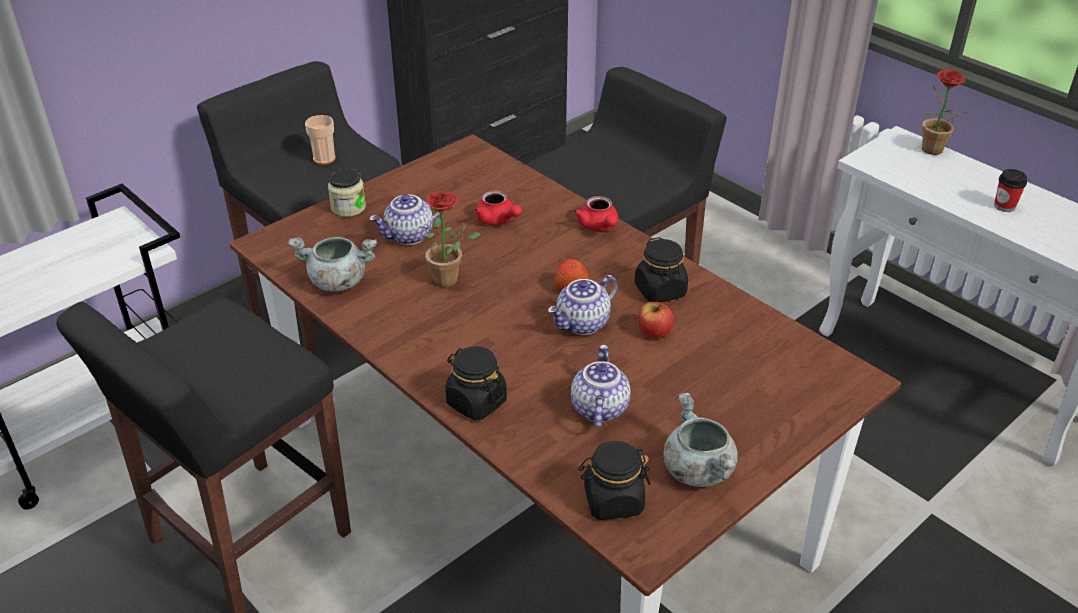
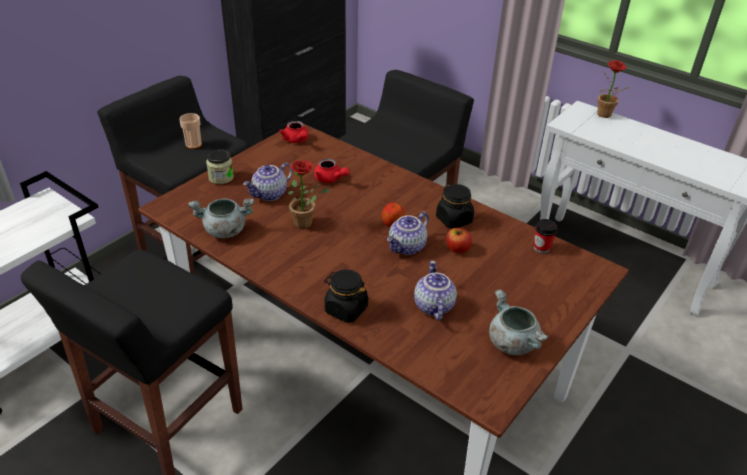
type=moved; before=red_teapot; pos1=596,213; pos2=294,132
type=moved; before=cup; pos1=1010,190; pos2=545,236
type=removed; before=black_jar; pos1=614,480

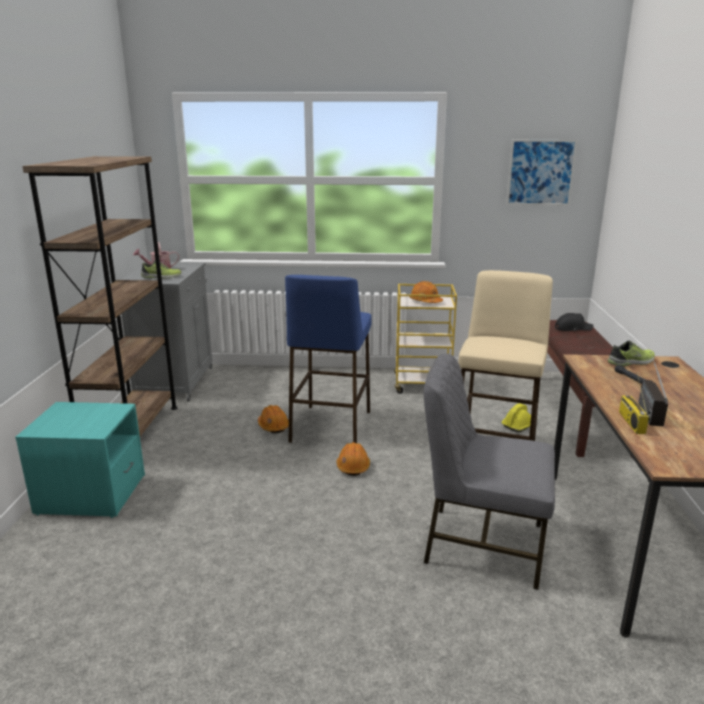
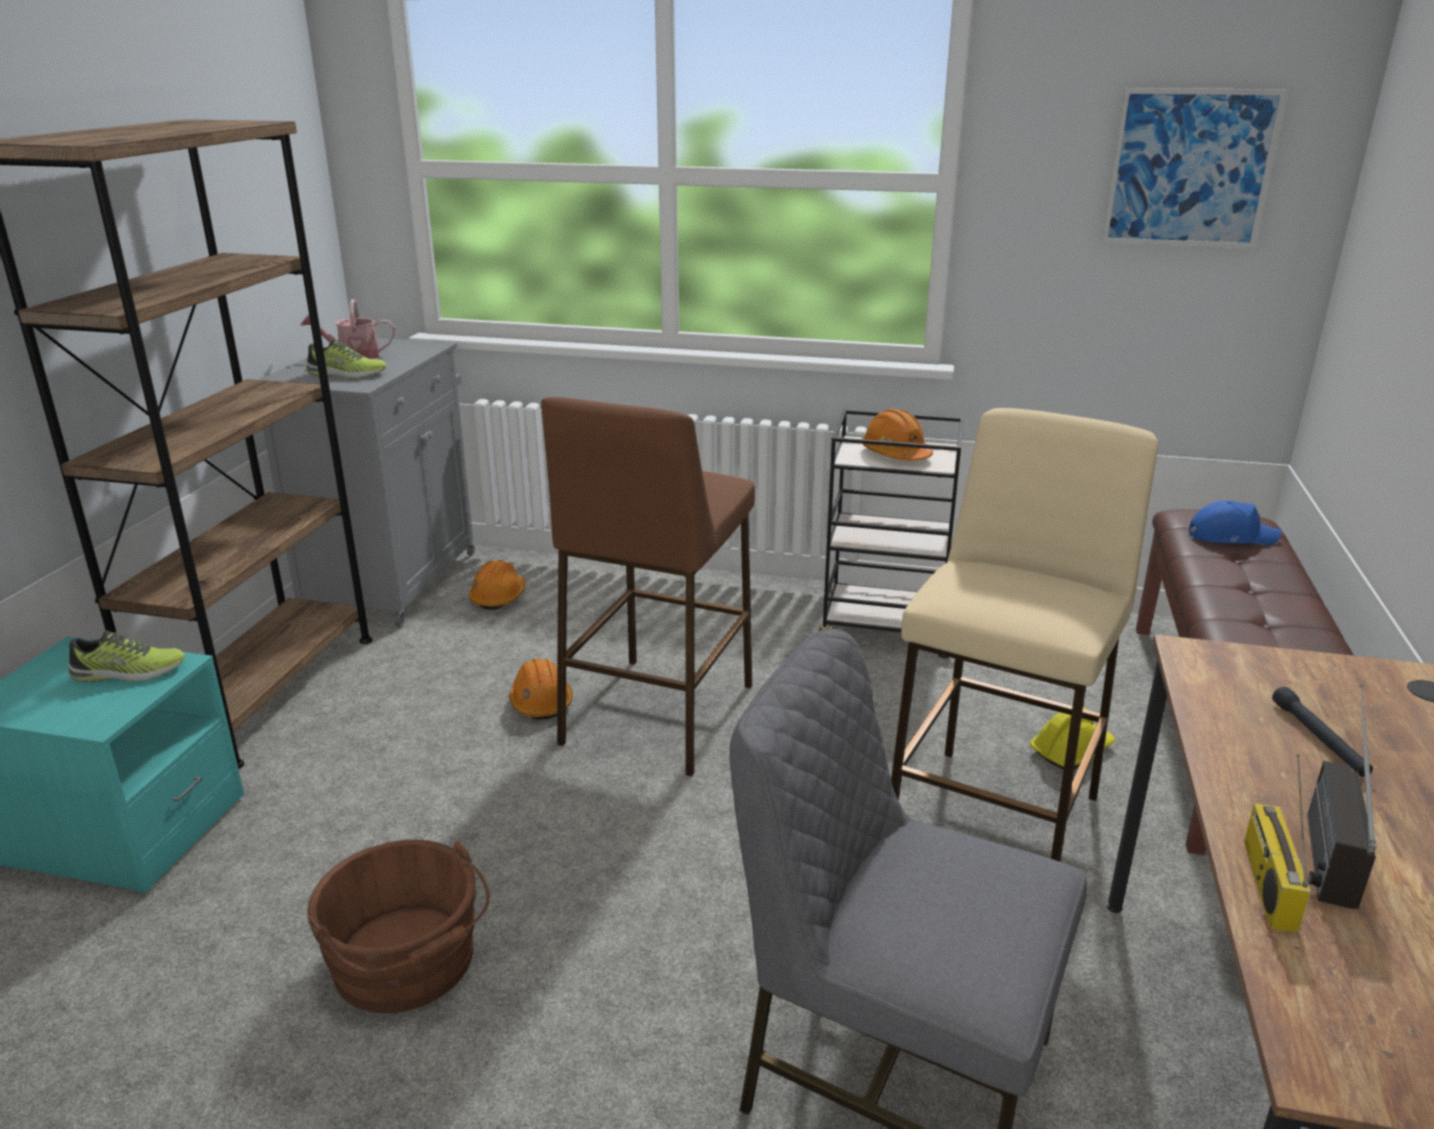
type=moved; before=shoe; pos1=631,353; pos2=126,656
type=added; after=brown_bucket; pos2=398,926
type=moved; before=orange_hard_hat; pos1=353,459; pos2=497,585
type=recoloured; before=blue_stool; after=brown_stool; pos1=328,359; pos2=648,587
type=recoloured; before=yellow_cart; after=black_cart; pos1=425,339; pos2=891,534
type=recoloured; before=black_cap; after=blue_cap; pos1=574,322; pos2=1235,522

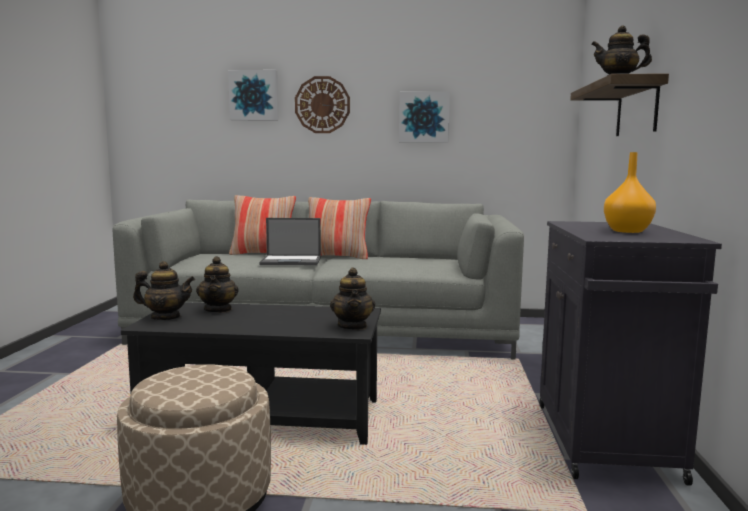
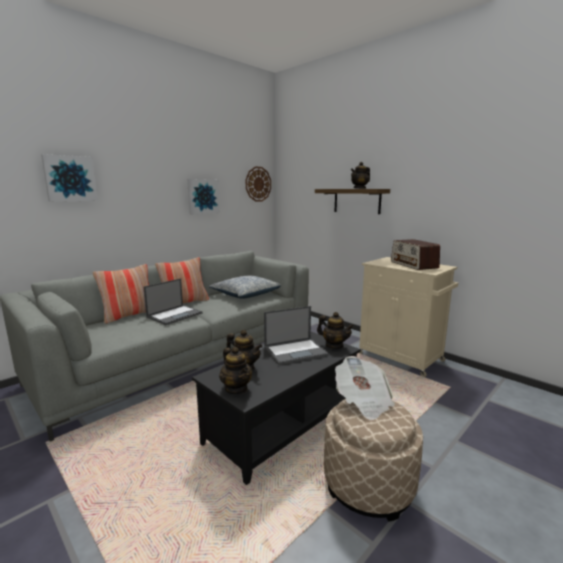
type=added; after=pillow; pos2=245,287
type=turned; before=teapot; pos1=164,290; pos2=235,371; turn=105
type=moved; before=wall_clock; pos1=322,104; pos2=258,184
type=added; after=laptop; pos2=296,335
type=added; after=newspaper; pos2=365,388
type=recoloured; before=black_cabinet; after=beige_cabinet; pos1=630,353; pos2=408,317
type=replaced; before=orange_vase; after=radio; pos1=630,192; pos2=415,254

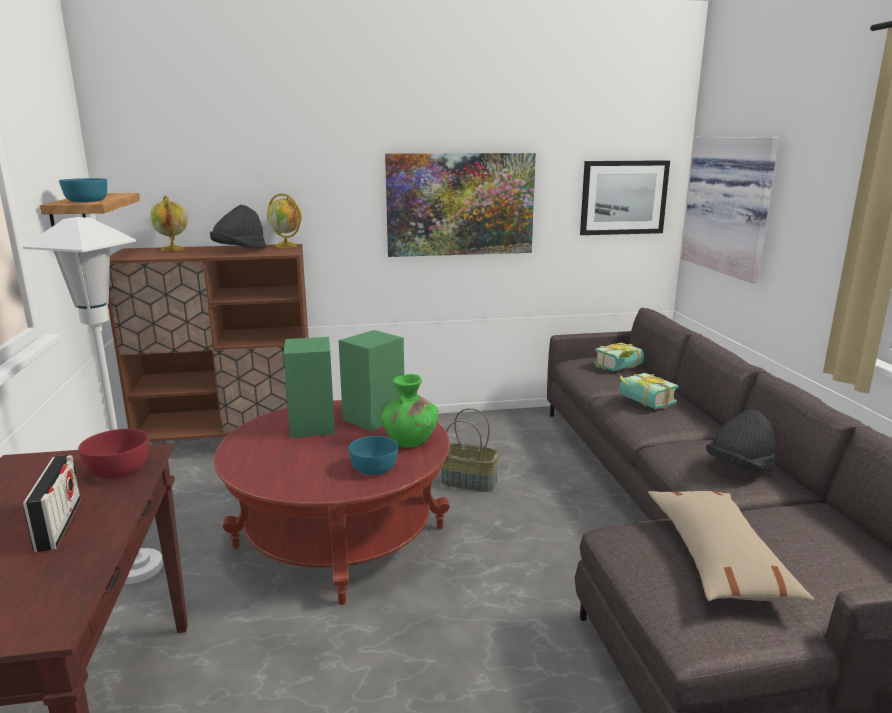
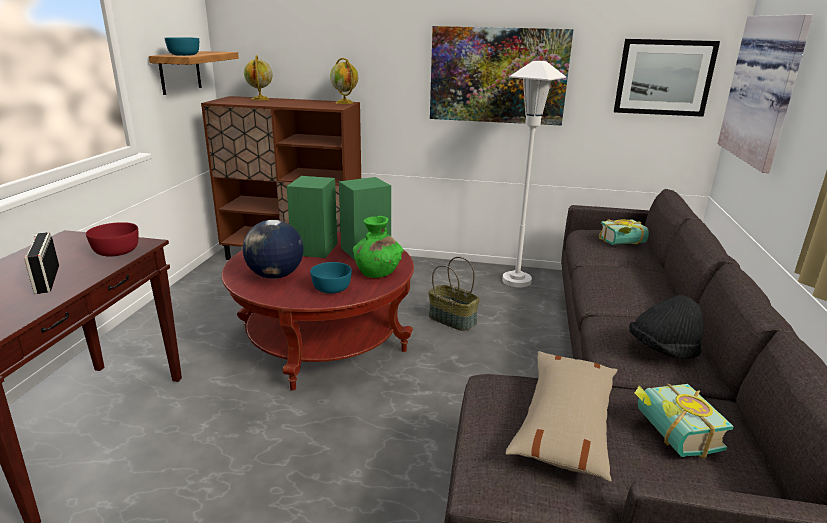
type=turned; before=radio; pos1=52,503; pos2=41,263; turn=150
type=added; after=globe; pos2=273,249
type=moved; before=white_floor_lamp; pos1=93,400; pos2=534,174
type=moved; before=book; pos1=649,391; pos2=684,421
type=removed; before=black_hat; pos1=238,227

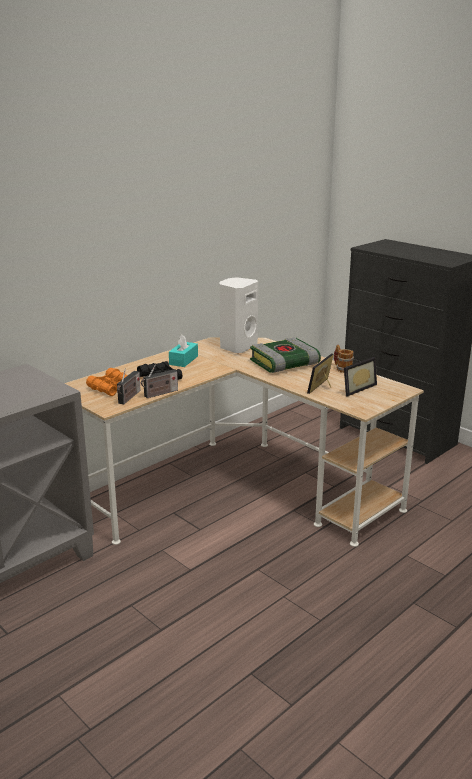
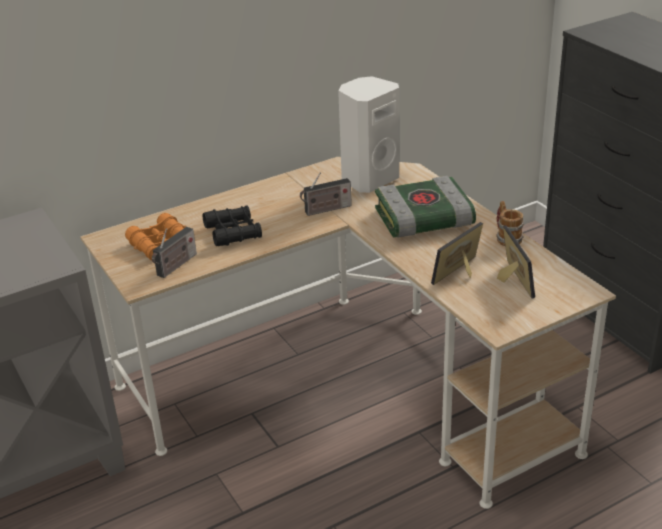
type=moved; before=radio; pos1=159,381; pos2=326,194
type=turned; before=picture_frame; pos1=360,377; pos2=516,262; turn=-75
type=removed; before=turquoise_tissue_box; pos1=183,351

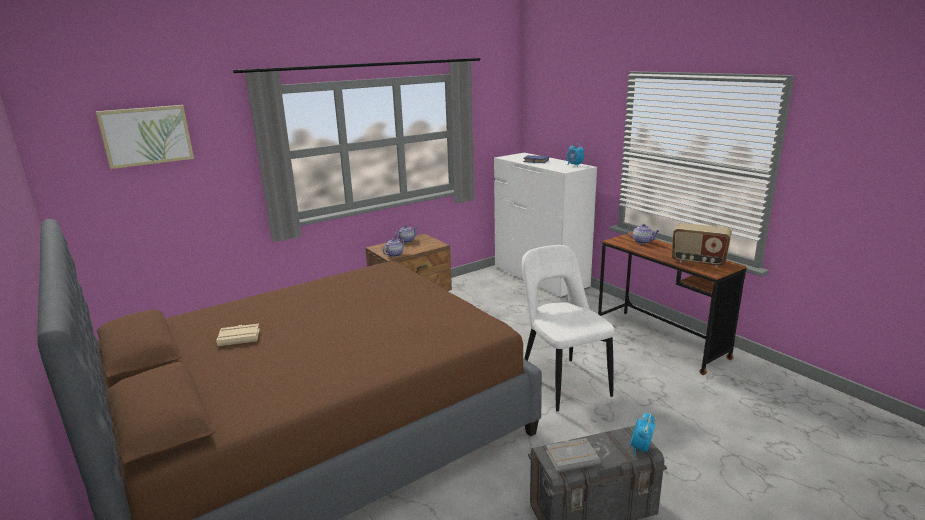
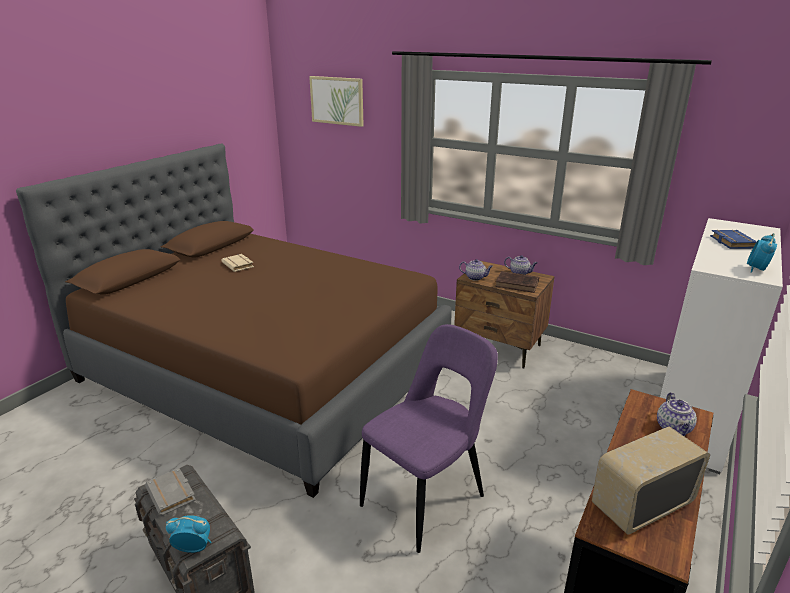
type=recoloured; before=white_chair; after=purple_chair; pos1=568,328; pos2=429,438
type=added; after=brown_book; pos2=517,282
type=turned; before=radio; pos1=702,245; pos2=651,480; turn=60

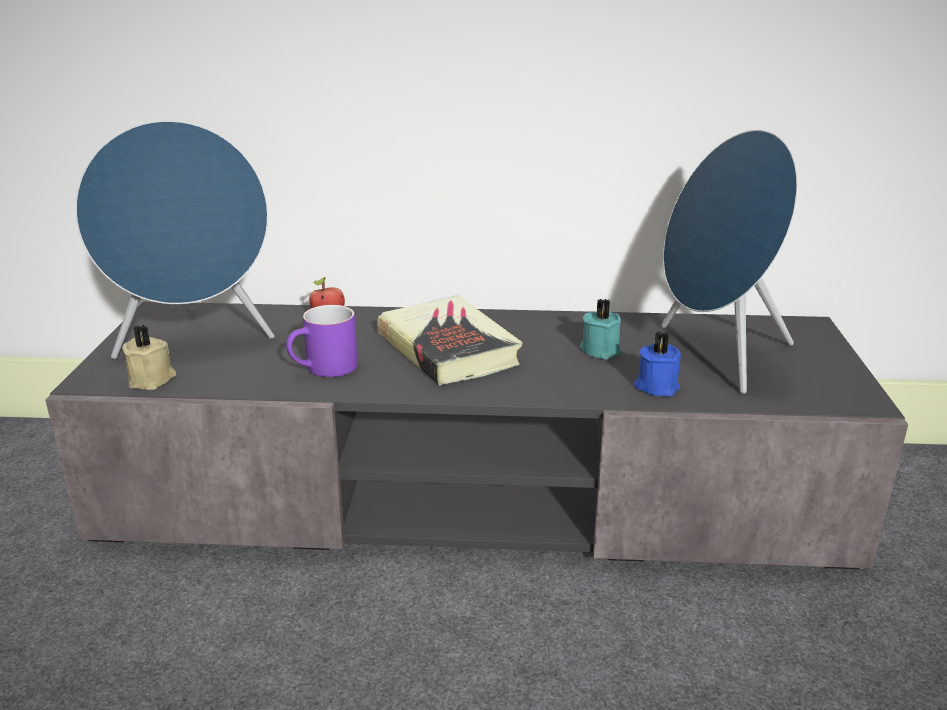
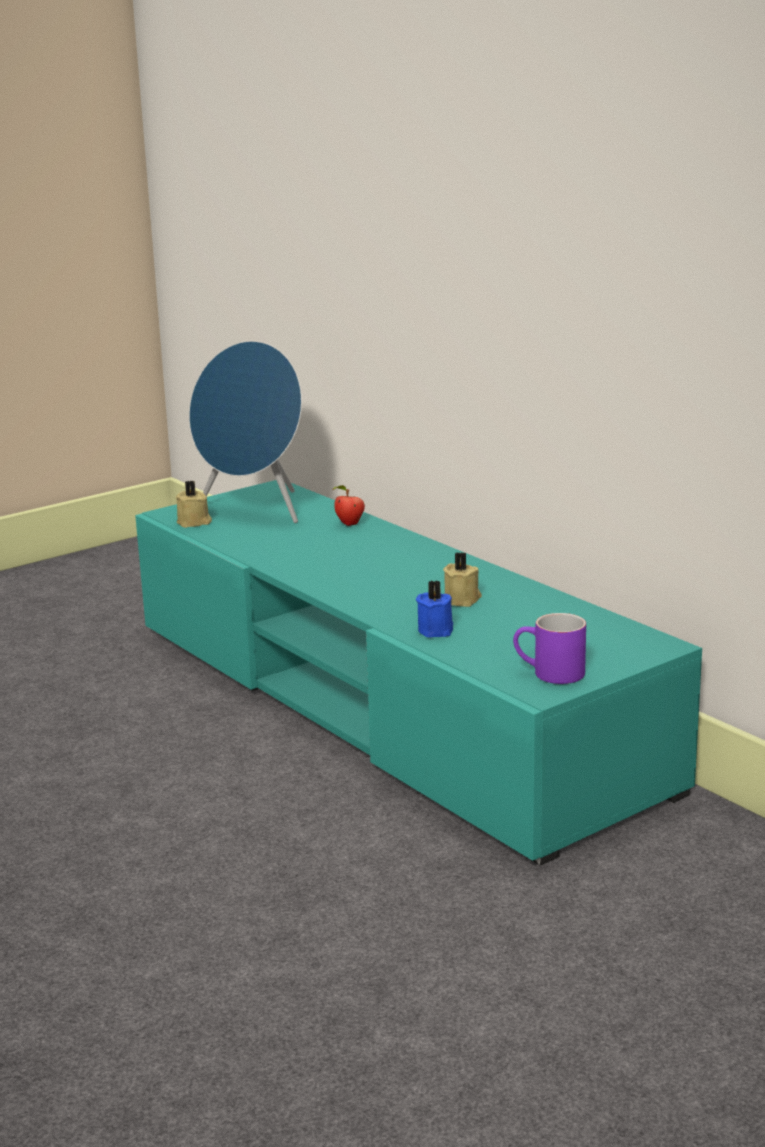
type=recoloured; before=grey_tv_stand; after=turquoise_tv_stand; pos1=476,435; pos2=418,673
type=recoloured; before=turquoise_candle; after=beige_candle; pos1=600,329; pos2=462,579
type=moved; before=purple_mug; pos1=322,341; pos2=549,648
type=removed; before=book; pos1=450,340
type=removed; before=blue_speaker; pos1=729,262

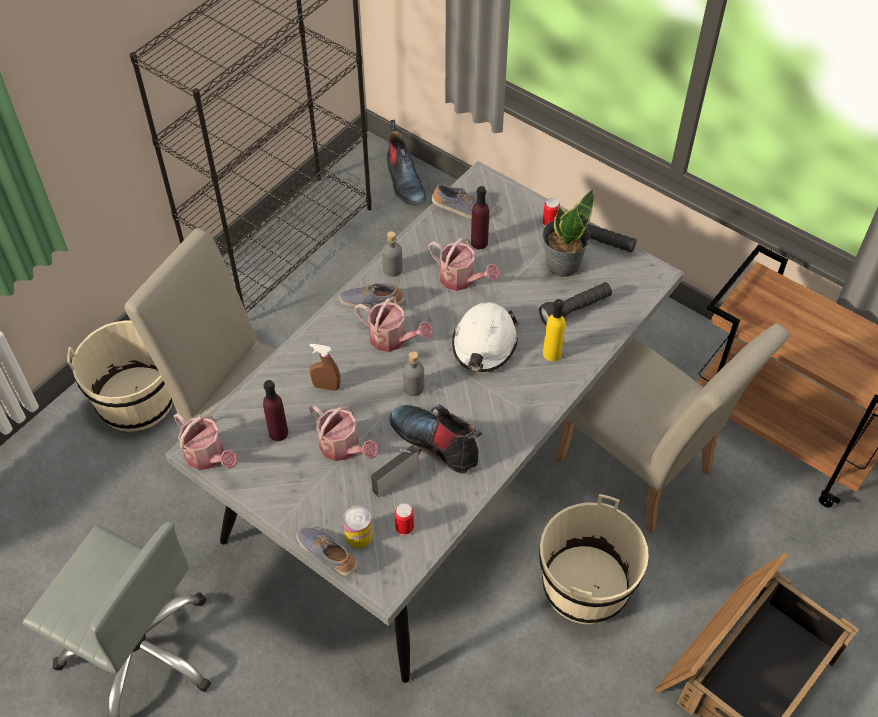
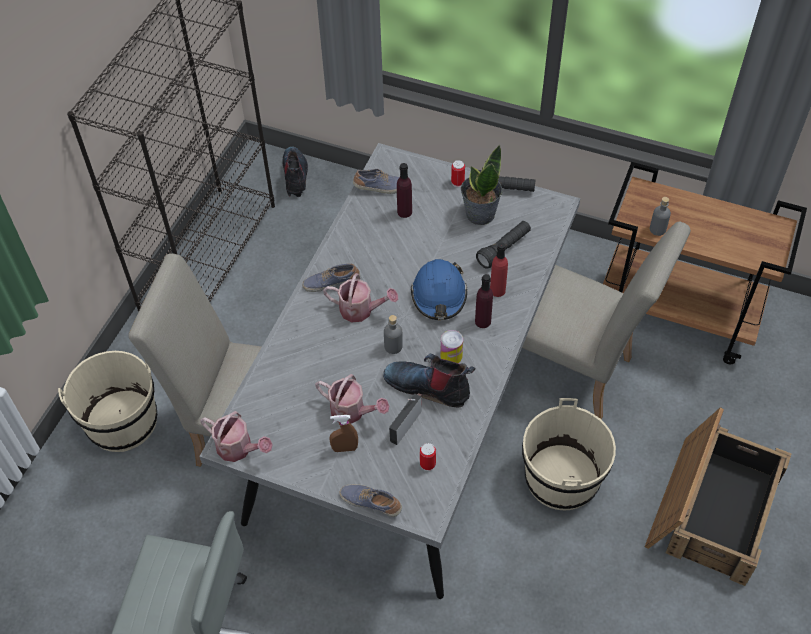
type=turned; before=boot; pos1=406,162; pos2=295,172; turn=-150
type=moved; before=brown_spray_bottle; pos1=325,367; pos2=343,433
type=recoloured; before=white_hard_hat; after=blue_hard_hat; pos1=485,337; pos2=439,289
type=moved; before=can; pos1=358,527; pos2=451,346
type=moved; before=purple_bottle; pos1=275,410; pos2=484,301
type=recoloured; before=yellow_bottle; after=red_bottle; pos1=554,330; pos2=499,269
type=moved; before=grey_bottle; pos1=392,254; pos2=660,216
type=removed; before=watering_can; pos1=464,264

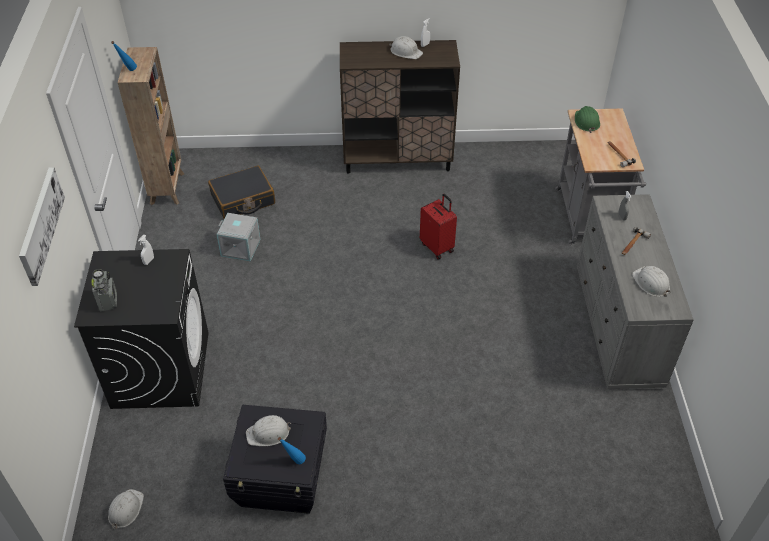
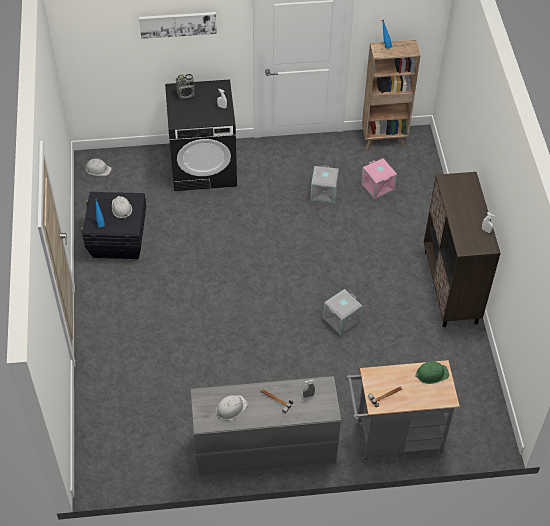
type=replaced; before=red_suitcase; after=grey_storage_box; pos1=438,226; pos2=342,312
type=replaced; before=black_suitcase; after=pink_storage_box; pos1=241,192; pos2=379,179
type=removed; before=white_hard_hat; pos1=406,47

